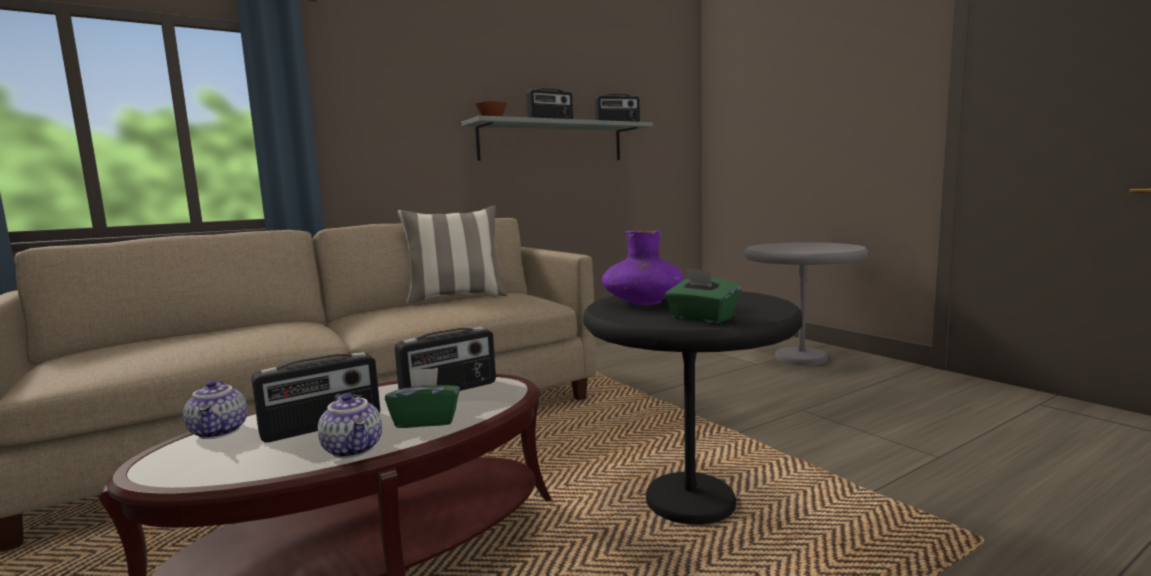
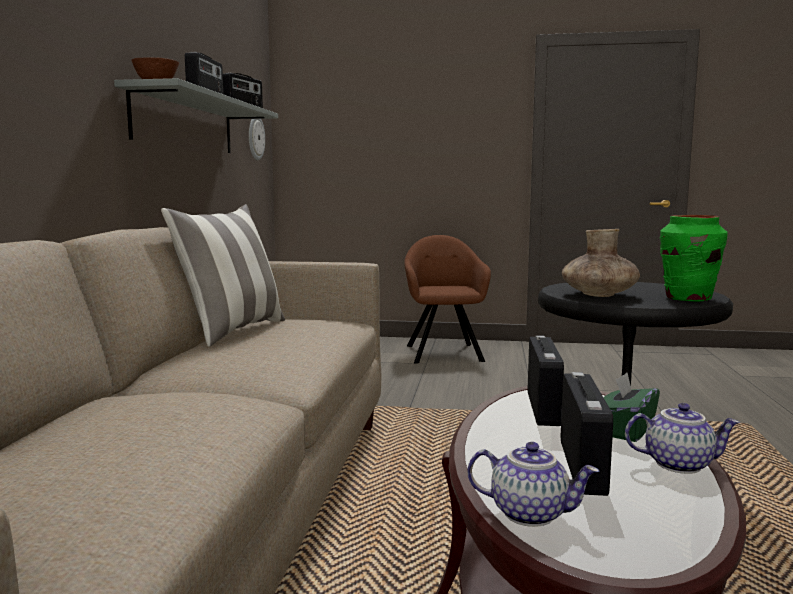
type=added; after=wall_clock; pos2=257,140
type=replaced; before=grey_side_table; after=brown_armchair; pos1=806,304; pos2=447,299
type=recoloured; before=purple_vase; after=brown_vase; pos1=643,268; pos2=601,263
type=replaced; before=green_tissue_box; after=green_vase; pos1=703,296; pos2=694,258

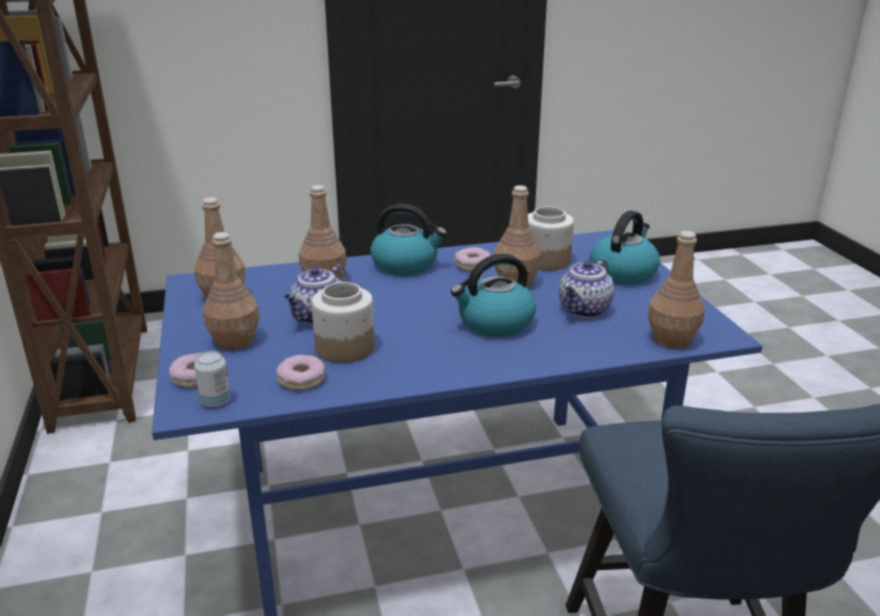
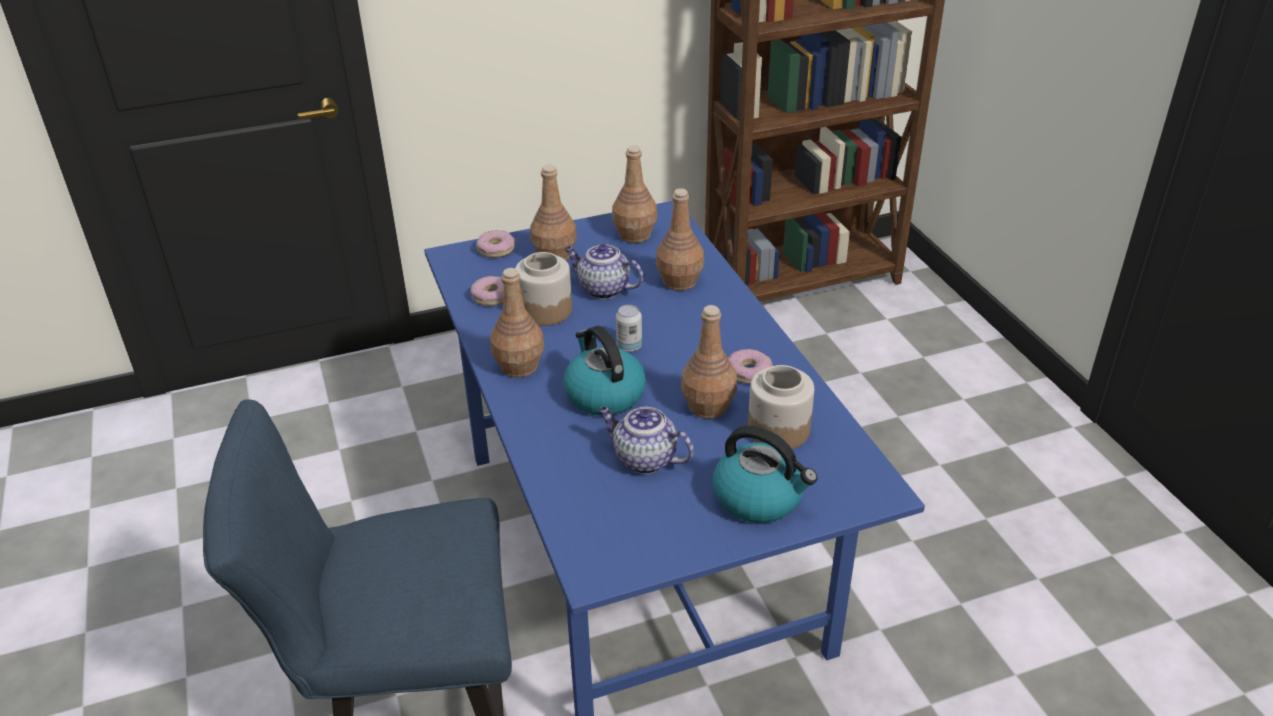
type=moved; before=brown_bottle; pos1=676,289; pos2=517,323
type=moved; before=can; pos1=212,379; pos2=629,328
type=removed; before=kettle; pos1=409,239

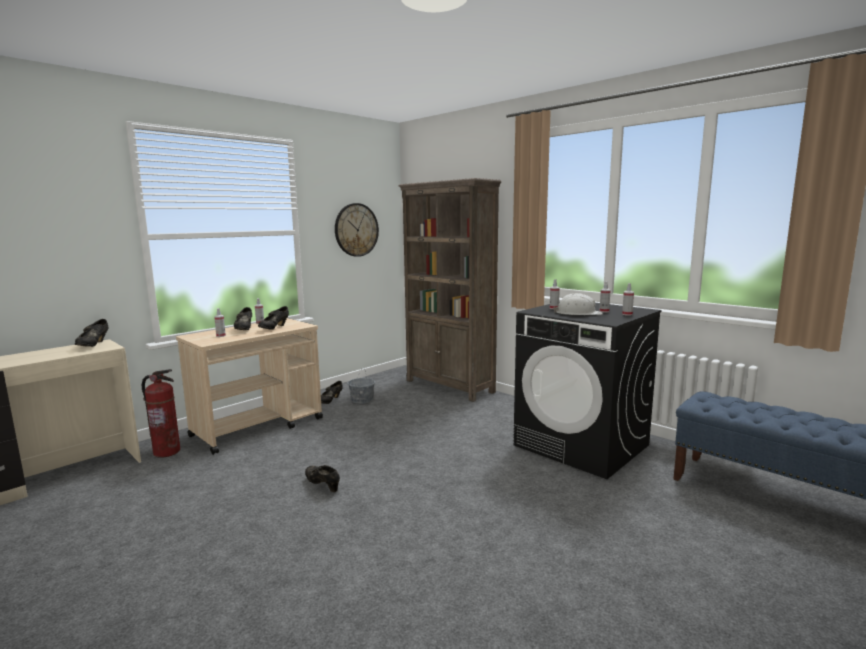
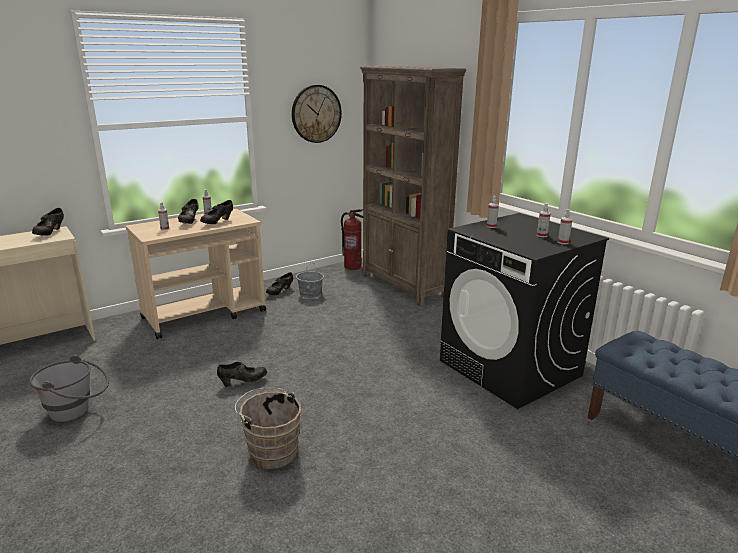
type=added; after=grey_bucket; pos2=69,388
type=turned; before=black_shoe; pos1=322,478; pos2=242,374; turn=105
type=added; after=brown_bucket; pos2=268,428
type=moved; before=fire_extinguisher; pos1=161,413; pos2=352,239
type=removed; before=white_hard_hat; pos1=578,304

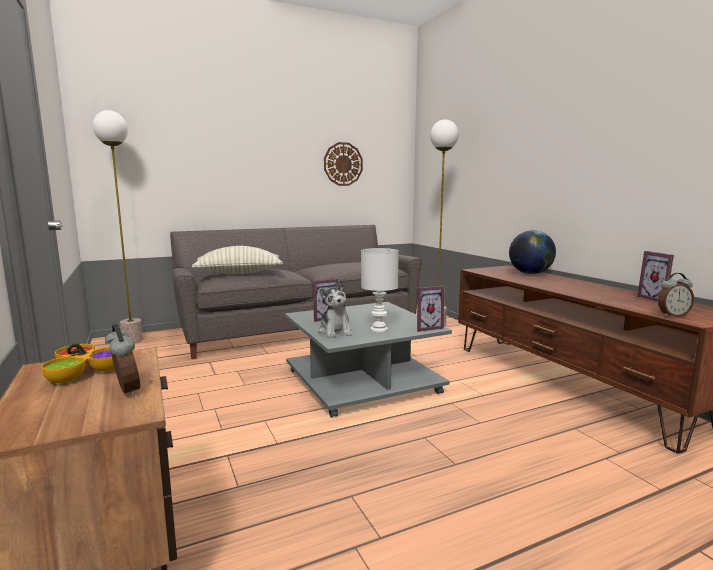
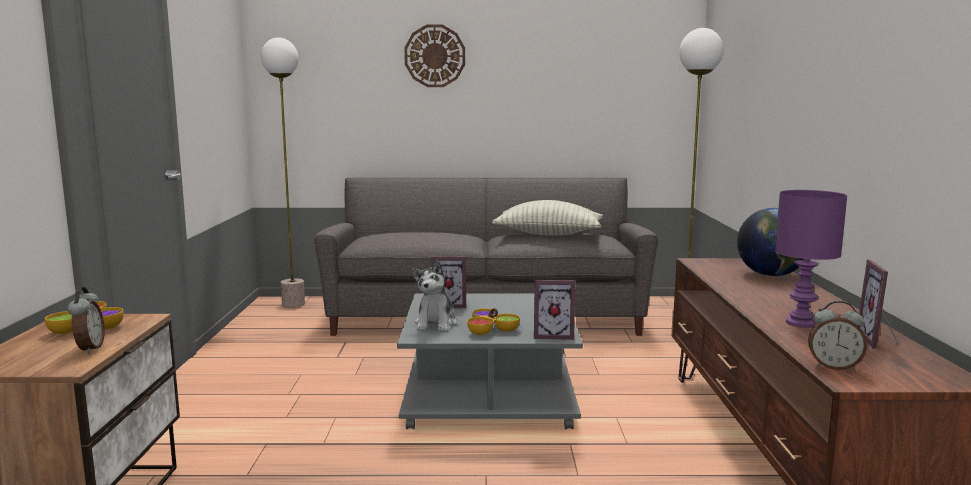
type=moved; before=wall_clock; pos1=343,164; pos2=434,56
type=replaced; before=white_table_lamp; after=bowl; pos1=380,290; pos2=493,321
type=moved; before=pillow; pos1=237,260; pos2=547,218
type=added; after=purple_table_lamp; pos2=811,259

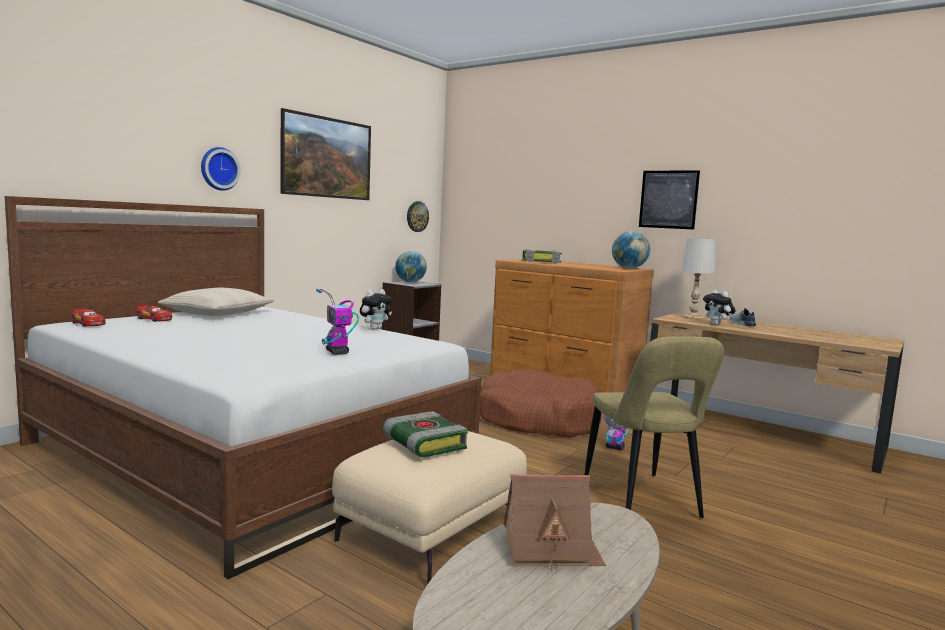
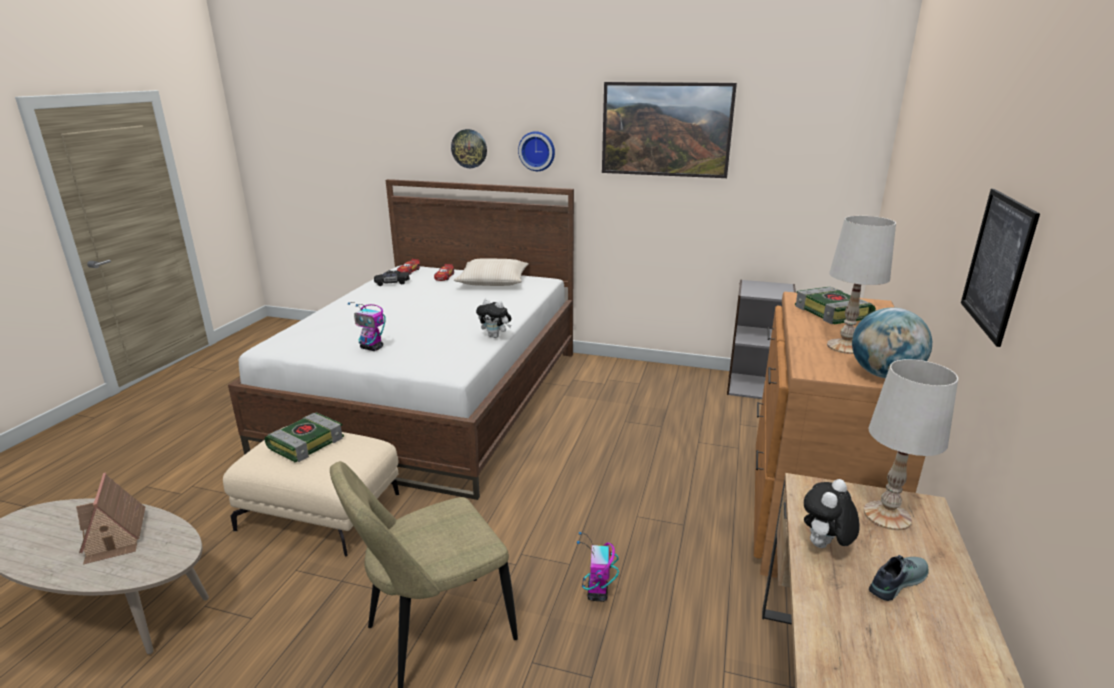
type=turned; before=toy_robot; pos1=337,322; pos2=367,326; turn=-105
type=added; after=black_toy_car; pos2=392,278
type=moved; before=wall_clock; pos1=418,216; pos2=469,148
type=added; after=white_table_lamp; pos2=861,285
type=removed; before=globe; pos1=411,266
type=removed; before=brown_dog_bed; pos1=540,403

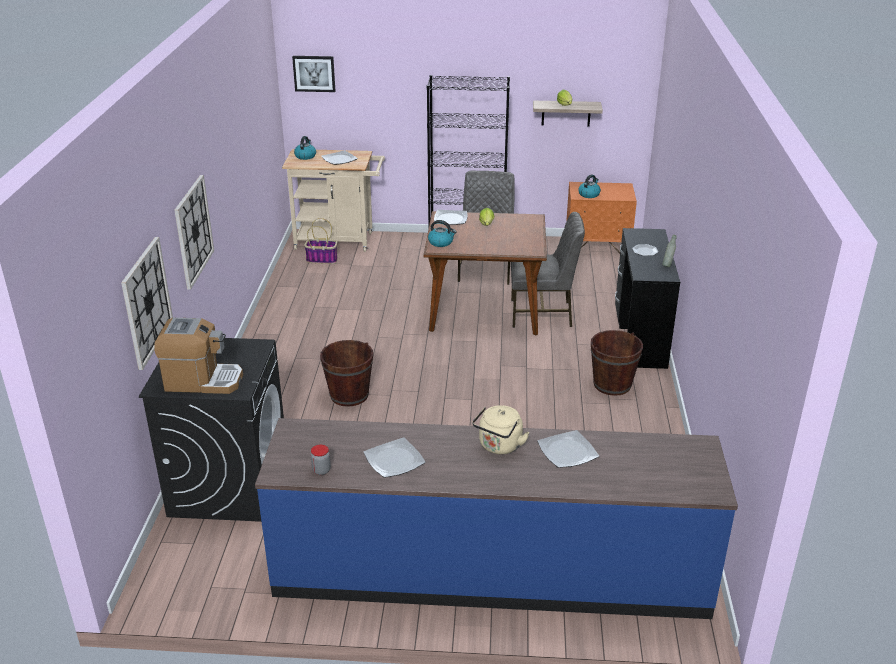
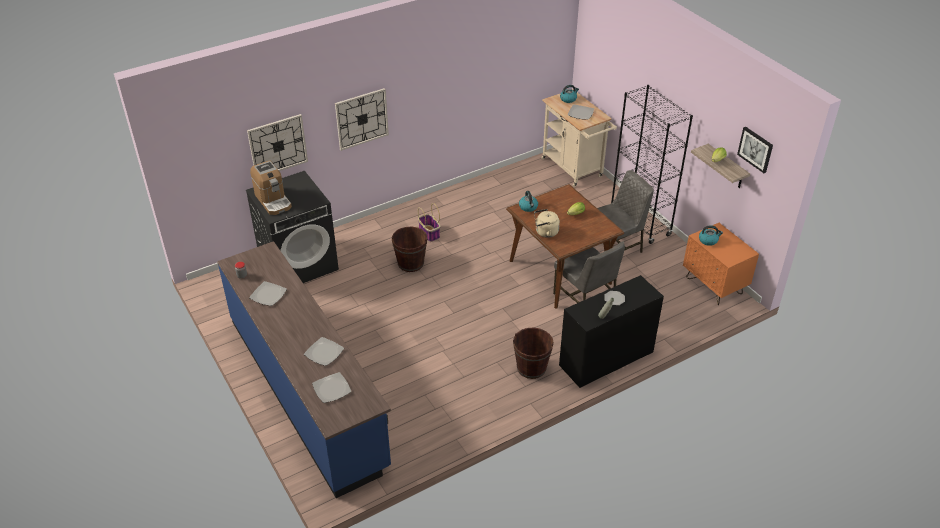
type=moved; before=plate; pos1=451,217; pos2=331,387
type=moved; before=basket; pos1=321,241; pos2=429,222
type=moved; before=beige_kettle; pos1=500,429; pos2=547,223
type=moved; before=picture; pos1=313,74; pos2=755,150

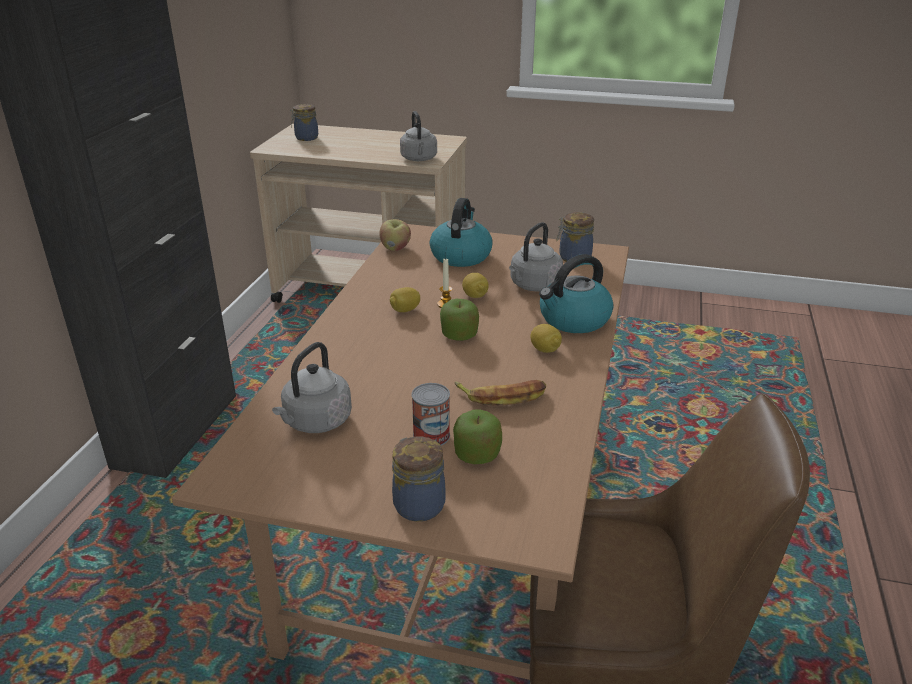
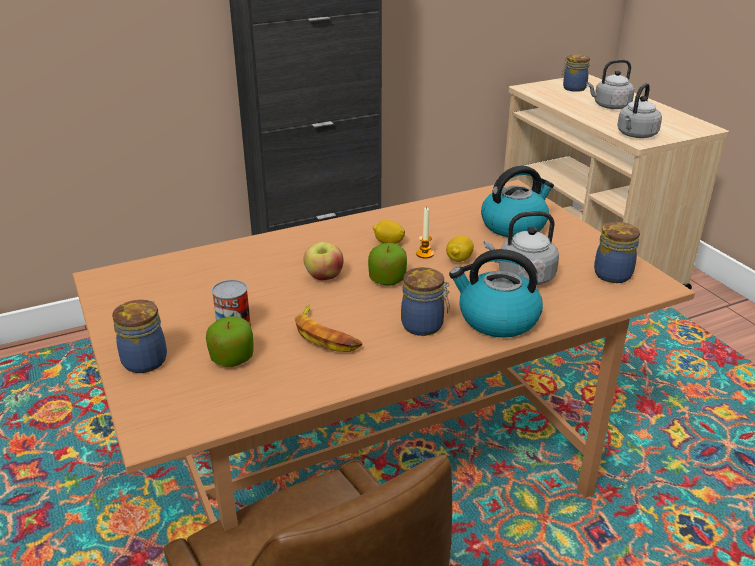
type=moved; before=apple; pos1=395,235; pos2=323,261
type=replaced; before=lemon; after=jar; pos1=546,338; pos2=425,301
type=moved; before=grey_kettle; pos1=312,387; pos2=610,84

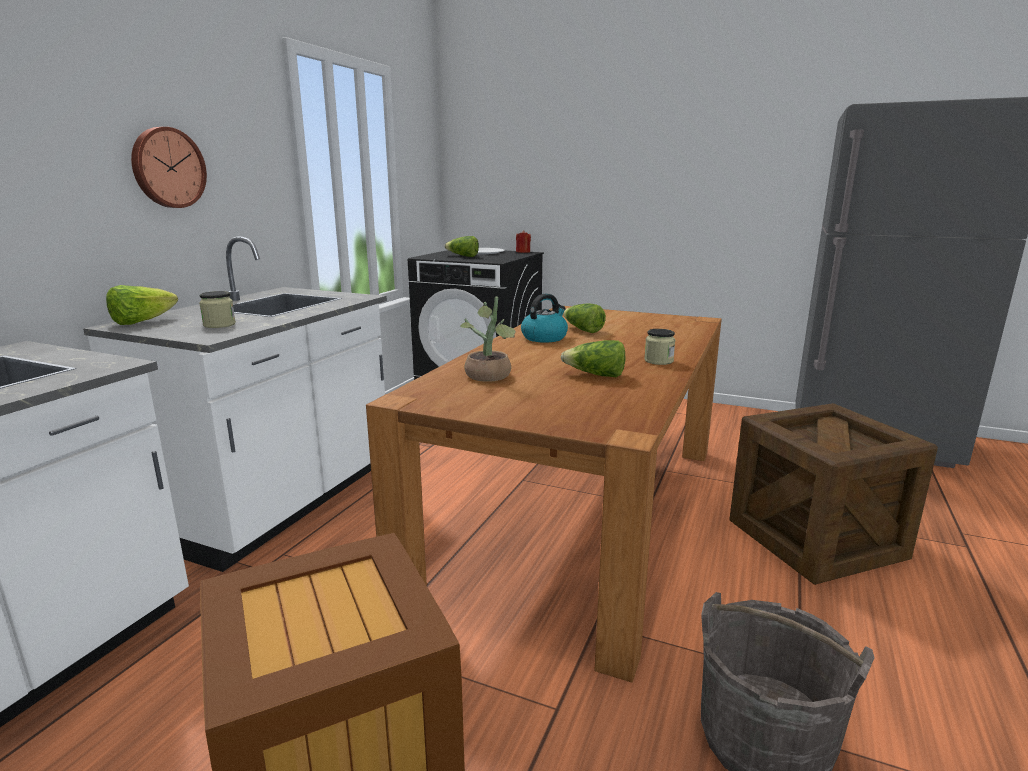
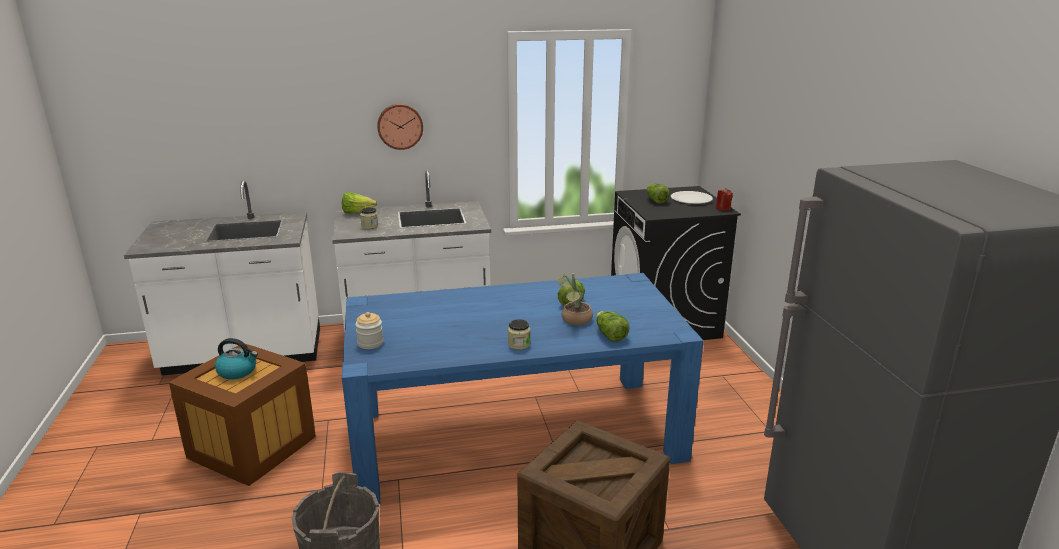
type=moved; before=kettle; pos1=544,318; pos2=236,358
type=recoloured; before=brown_dining_table; after=blue_dining_table; pos1=544,494; pos2=522,388
type=added; after=jar; pos2=369,330
type=moved; before=potted_plant; pos1=488,339; pos2=575,299
type=moved; before=lettuce; pos1=593,358; pos2=612,326

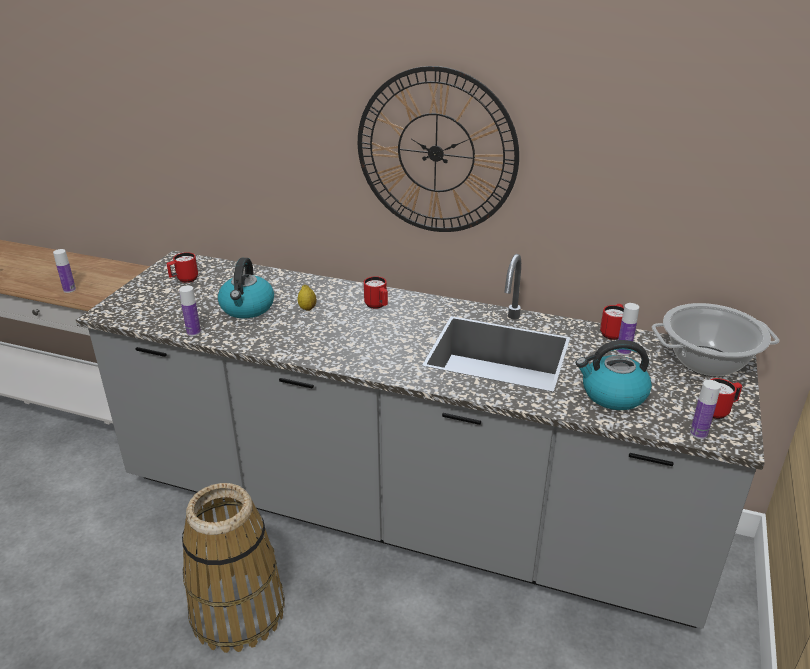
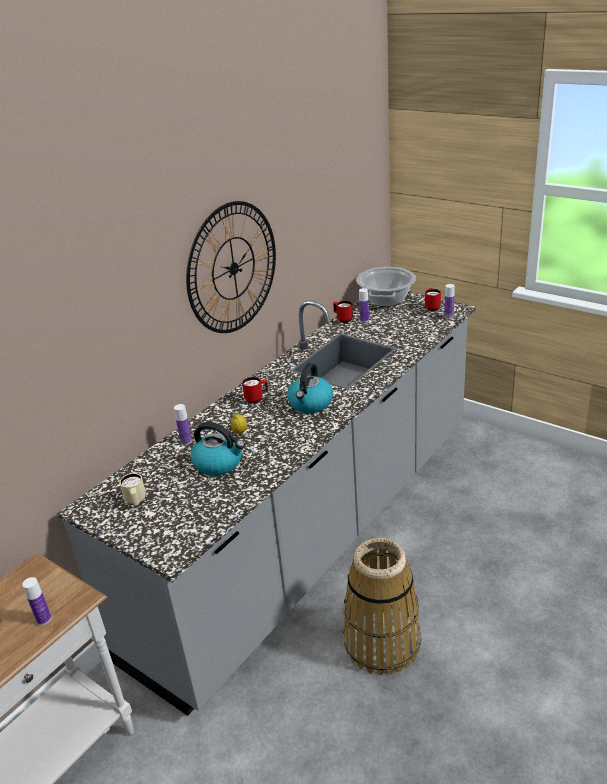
type=recoloured; before=red_mug; after=beige_mug; pos1=182,267; pos2=132,489
type=moved; before=bottle; pos1=190,310; pos2=183,424
type=moved; before=kettle; pos1=614,375; pos2=310,388

